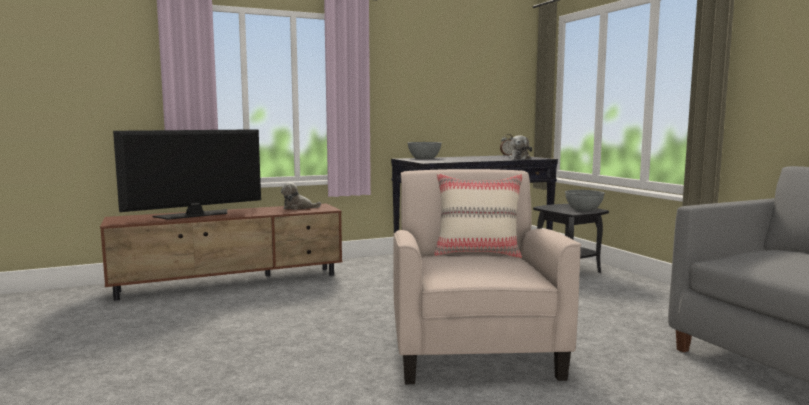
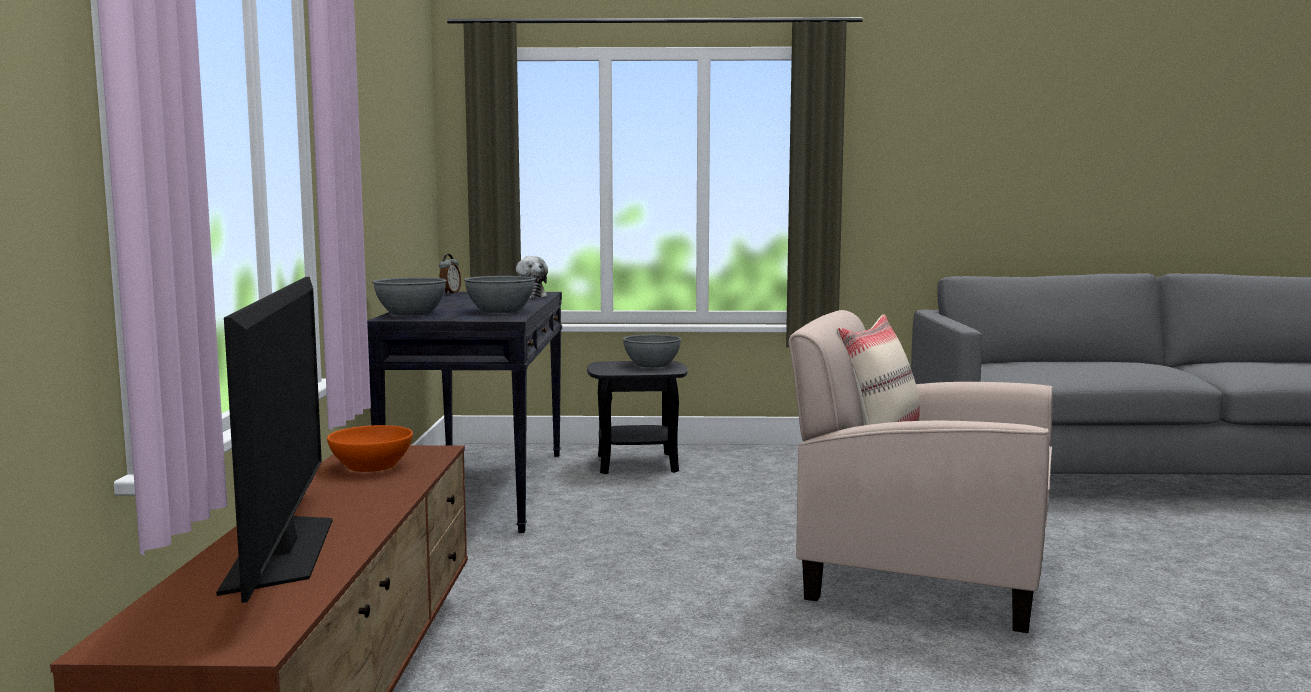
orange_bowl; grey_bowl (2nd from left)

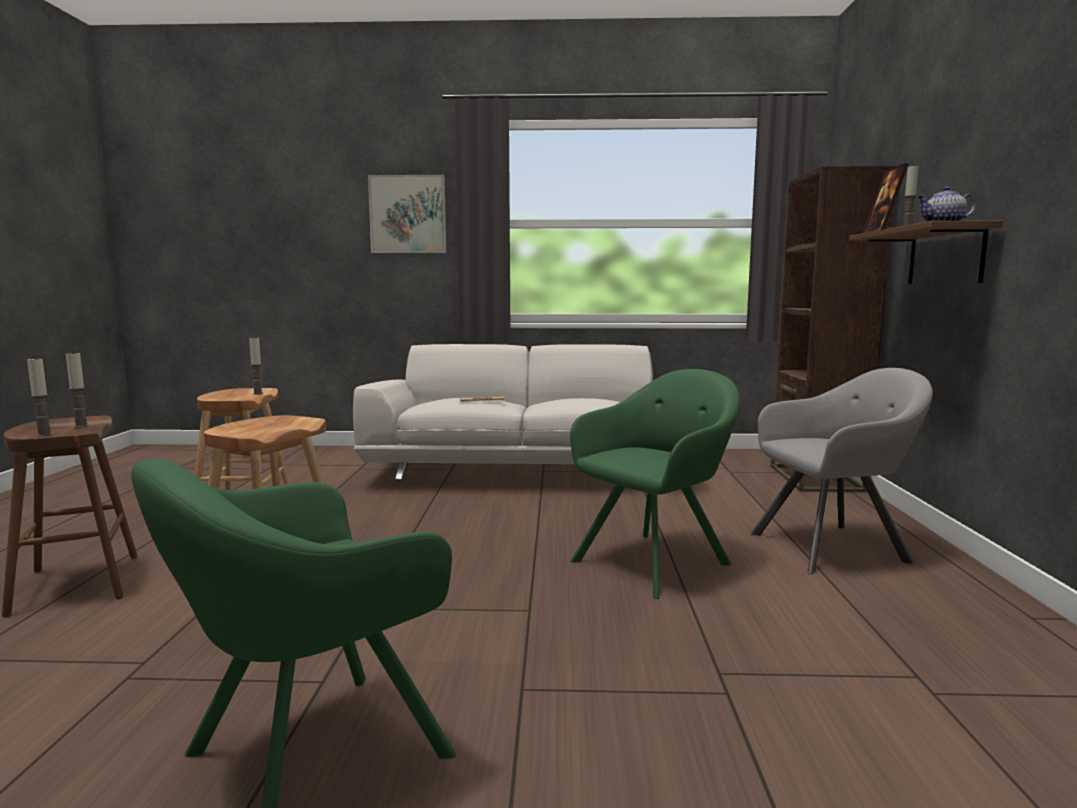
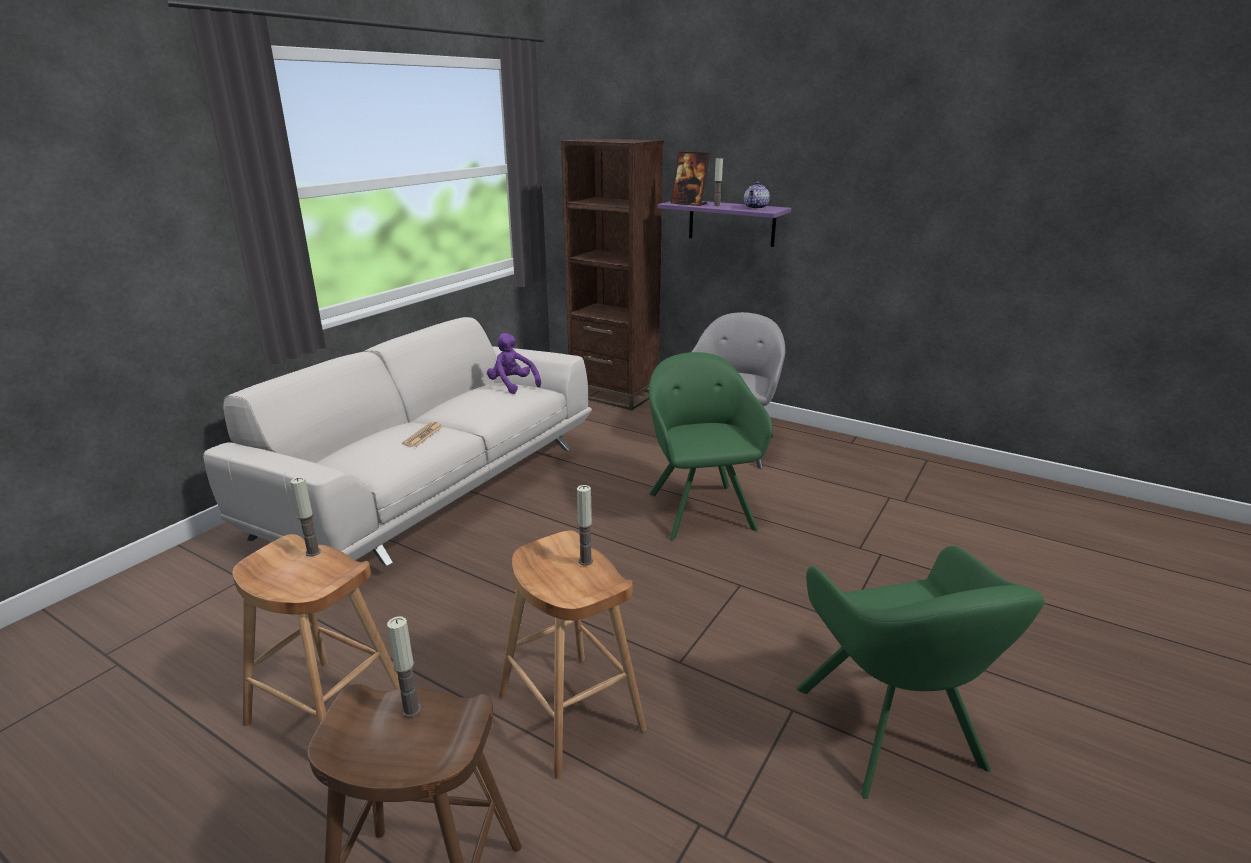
picture; purple_shelf; candle (3rd from left); purple_plush_toy

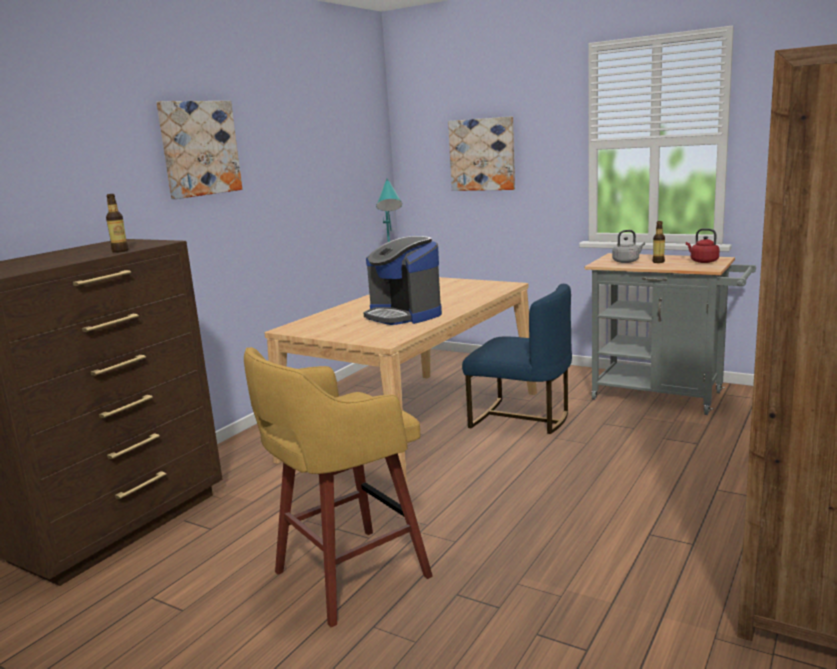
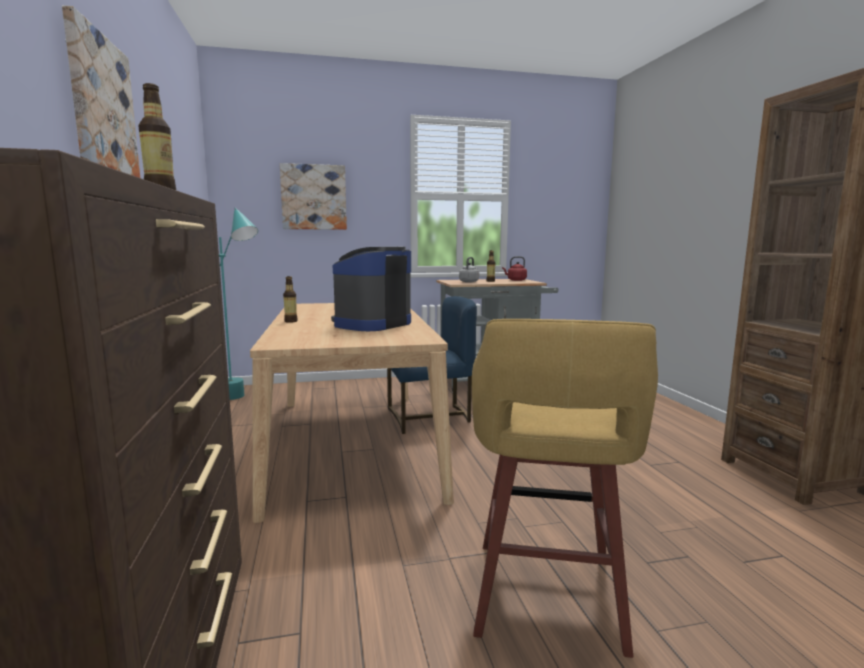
coffee_machine; bottle (2nd from left)

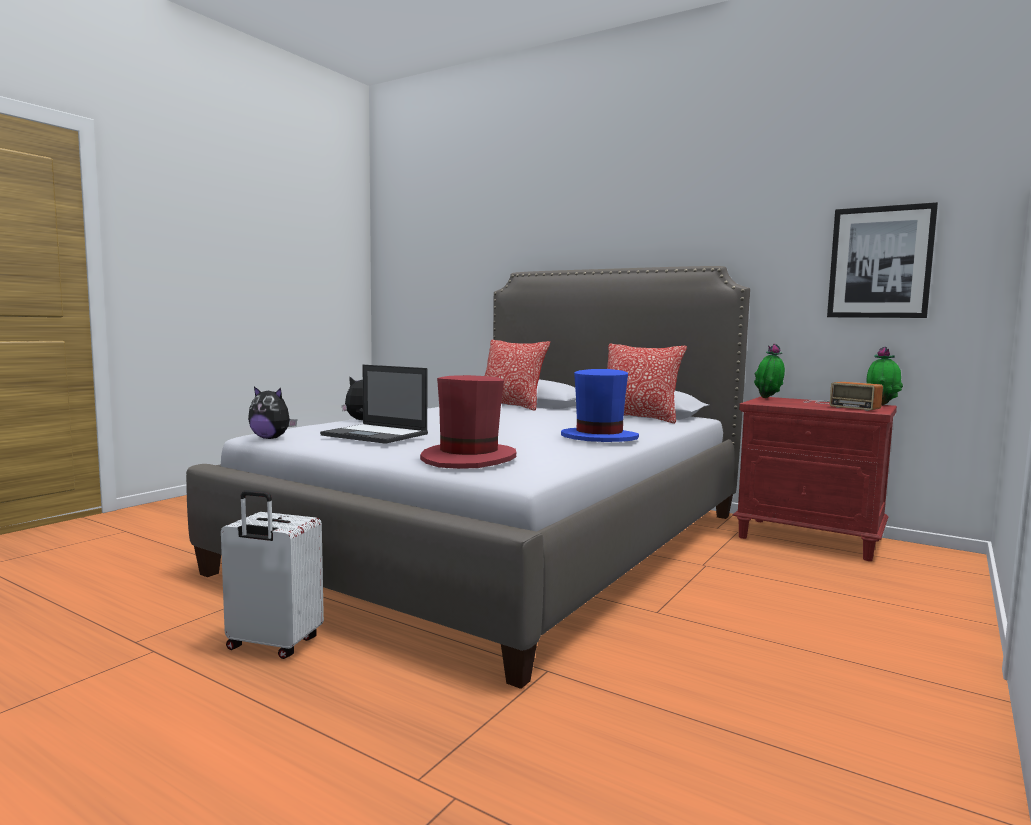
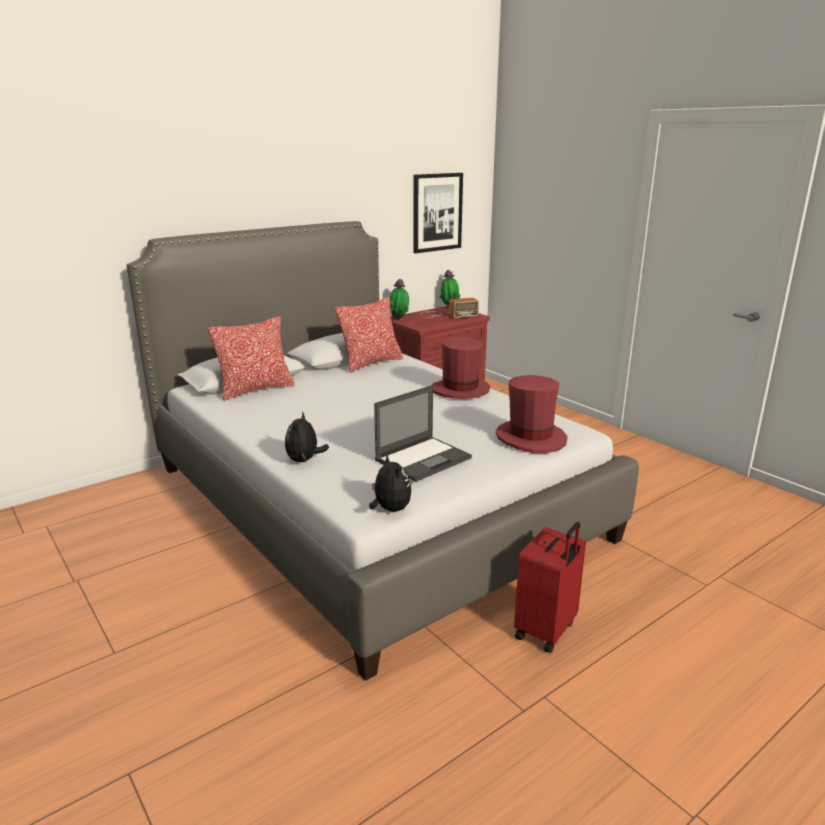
red_hat (1st from left); plush_toy (2nd from left); red_suitcase

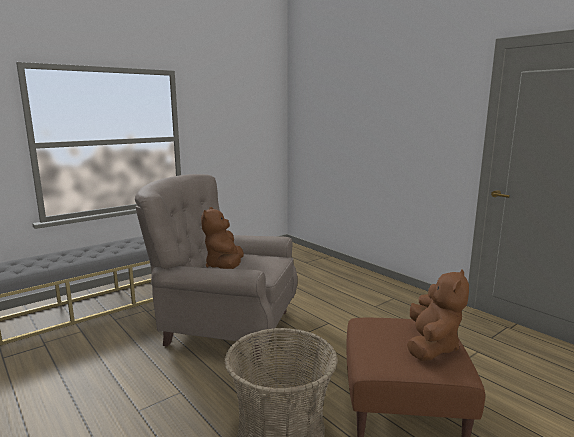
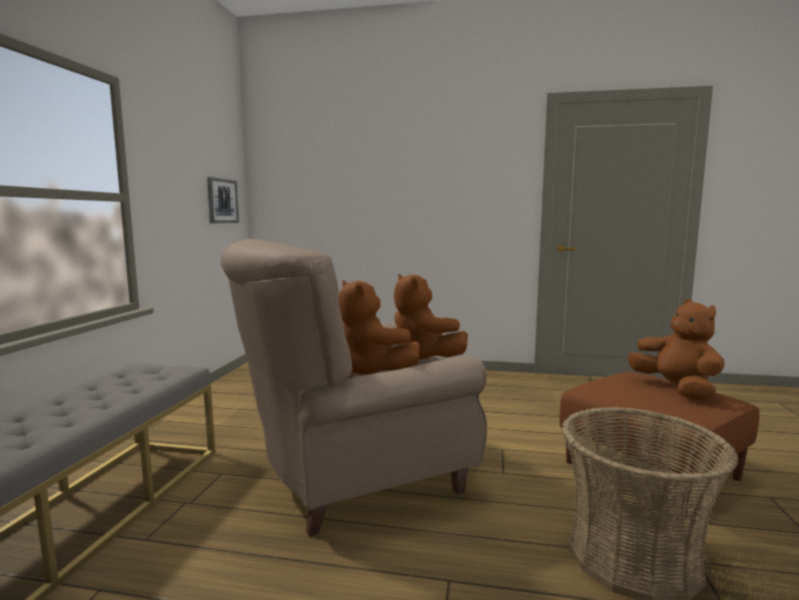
picture; brown_plush_toy (2nd from left)

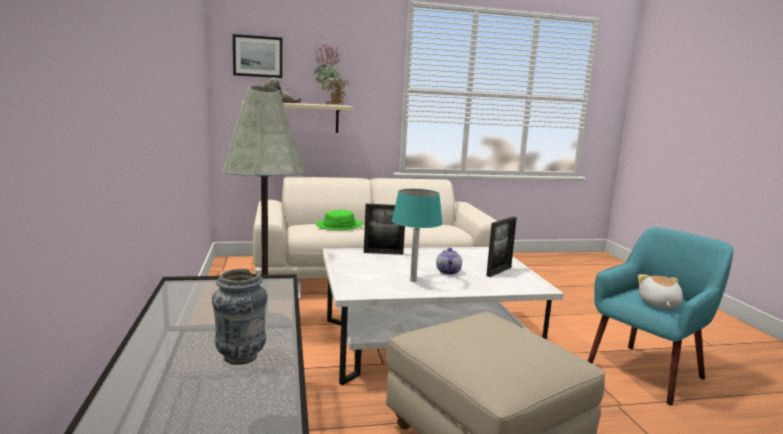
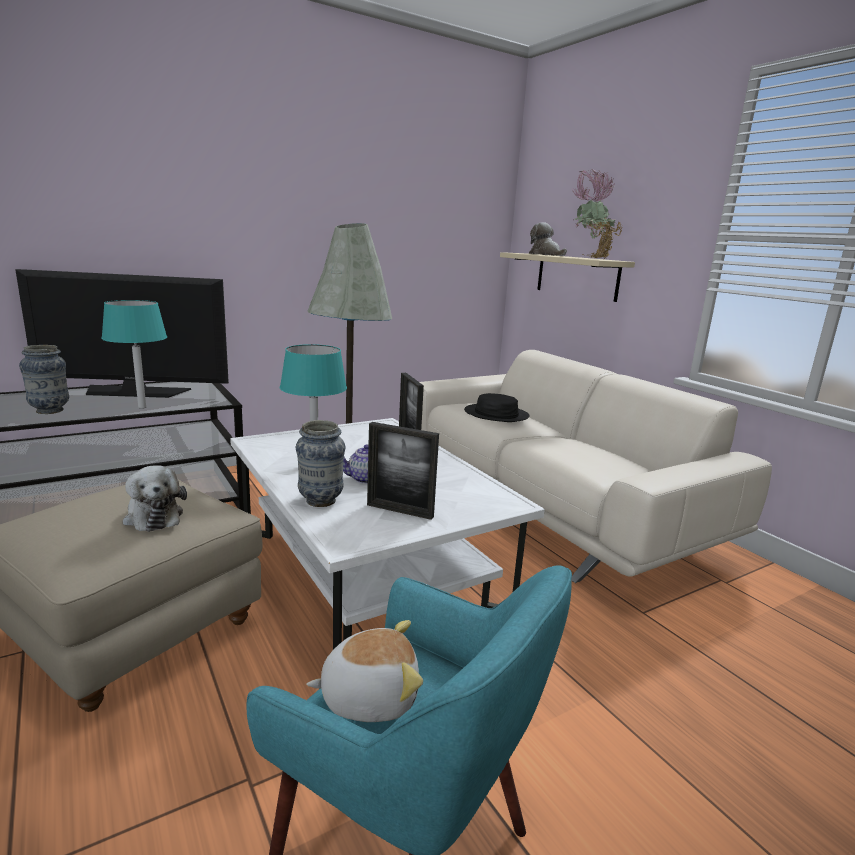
picture; black_hat; television; turquoise_table_lamp (1st from left); vase (2nd from left); plush_toy (1st from left)

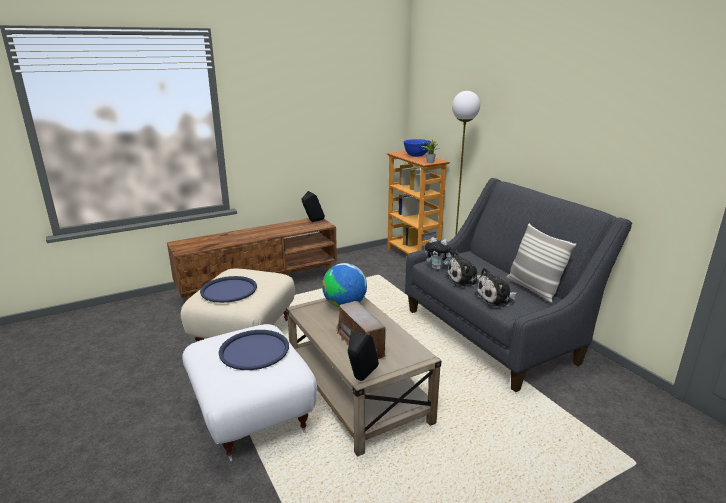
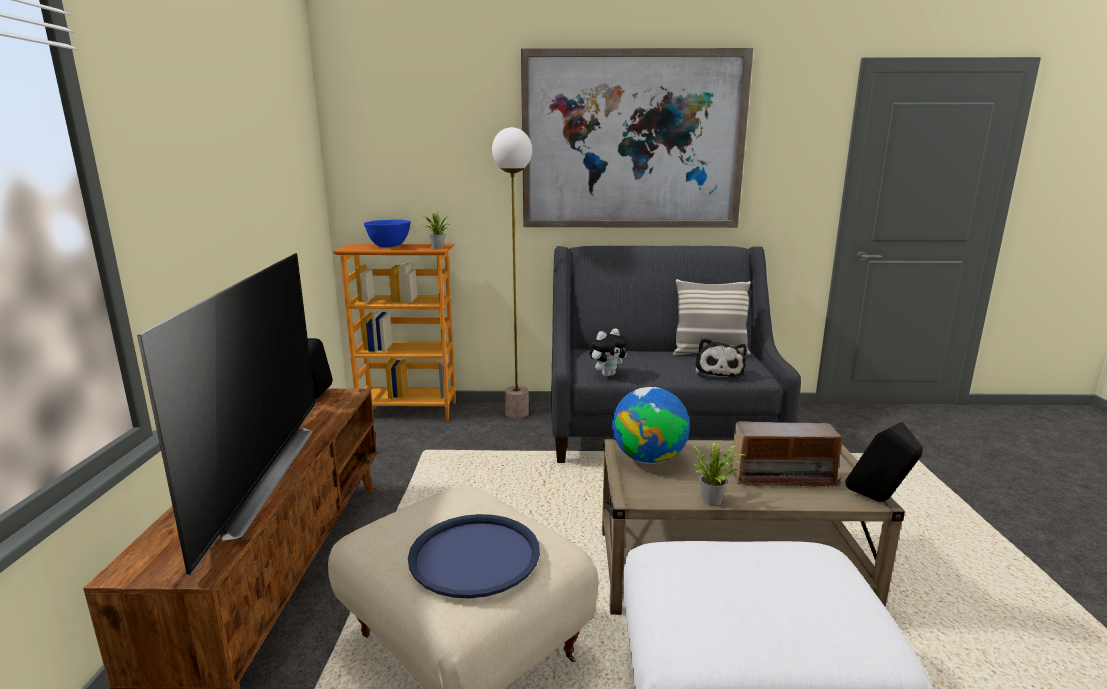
plush_toy (2nd from left in the first image); blue_tray (2nd from left in the first image); picture; television; potted_plant (2nd from left)

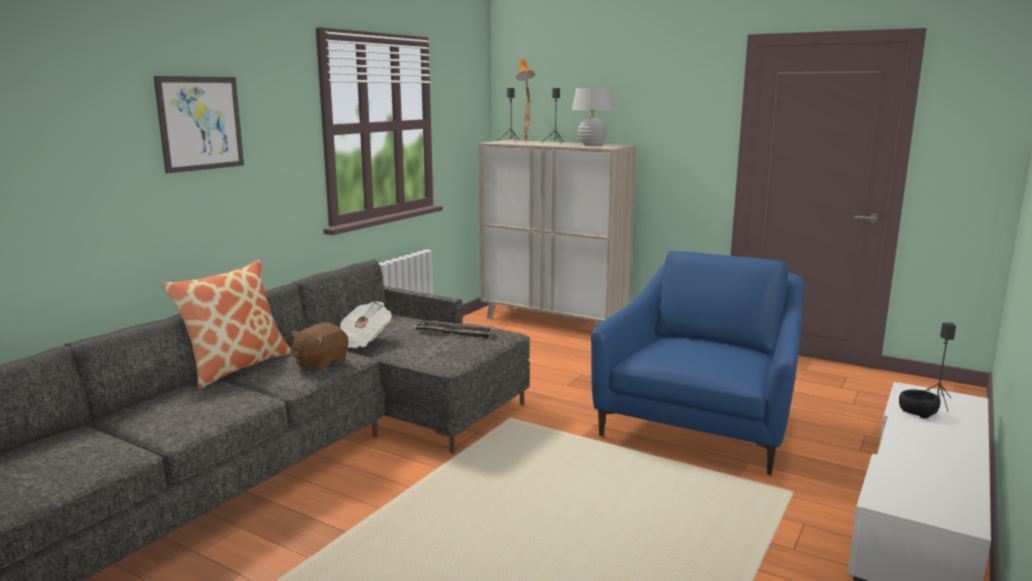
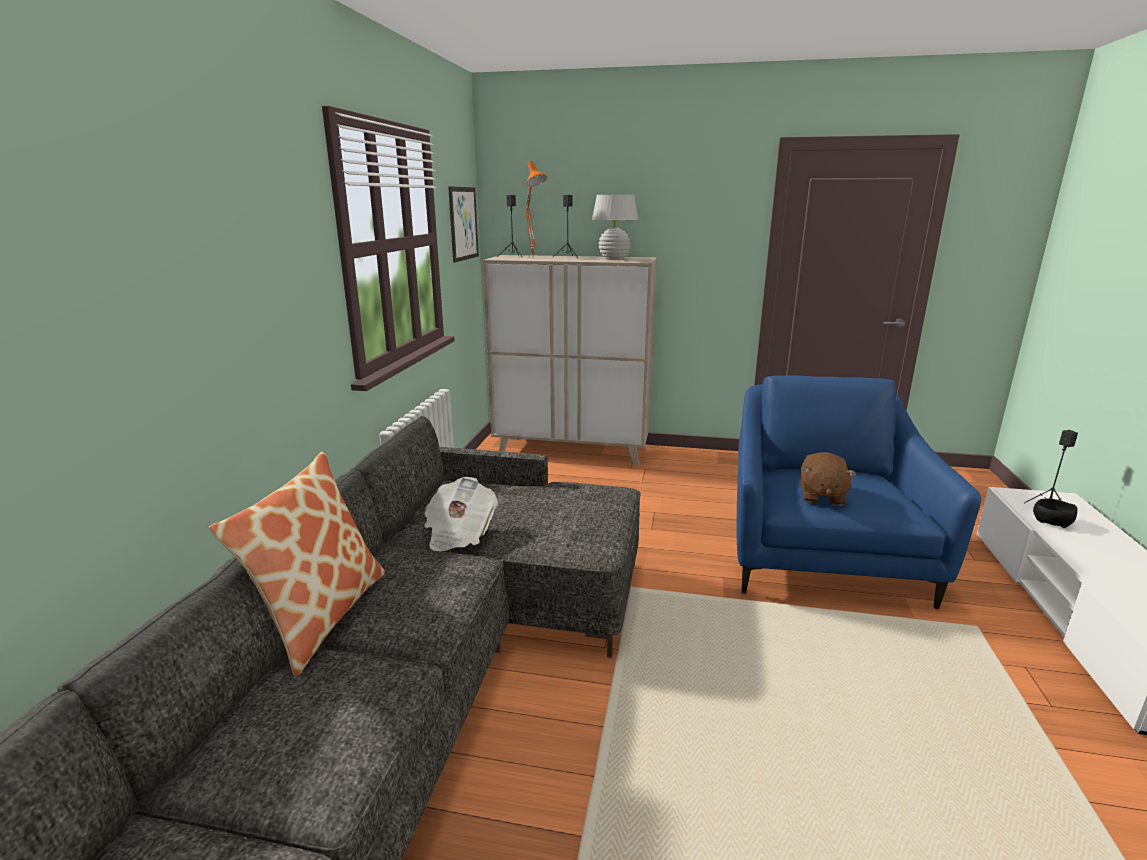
picture; tray; brown_plush_toy

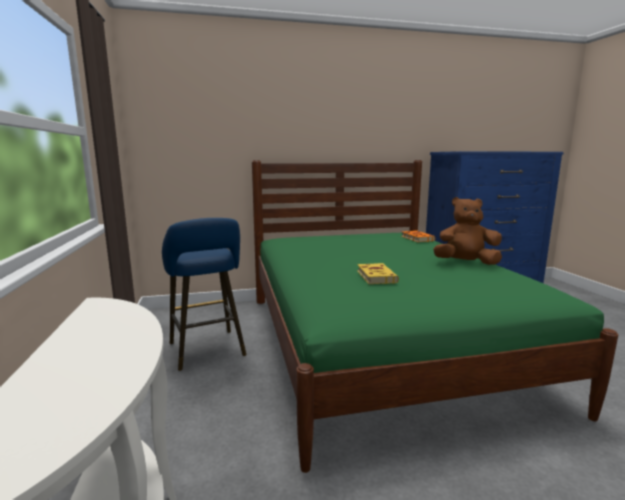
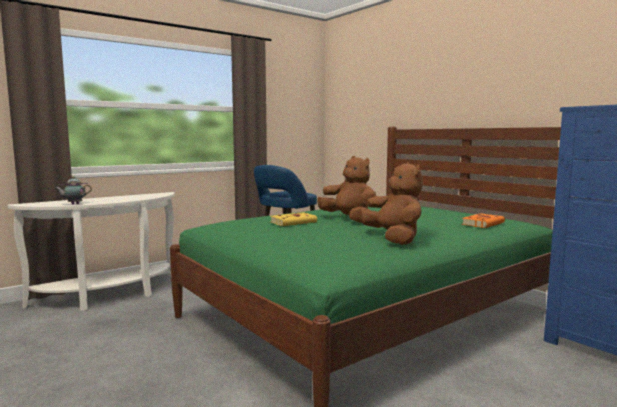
brown_plush_toy (1st from left); teapot

